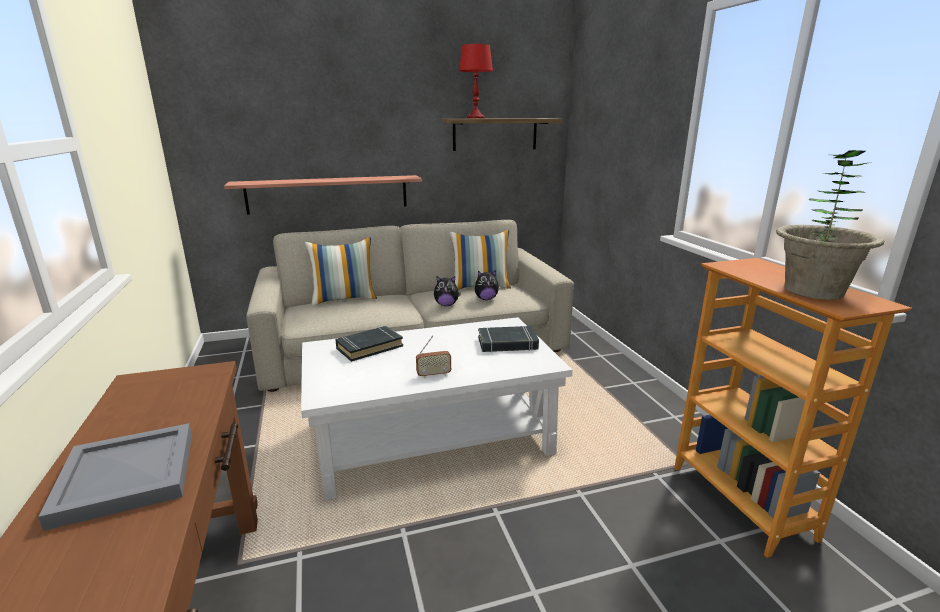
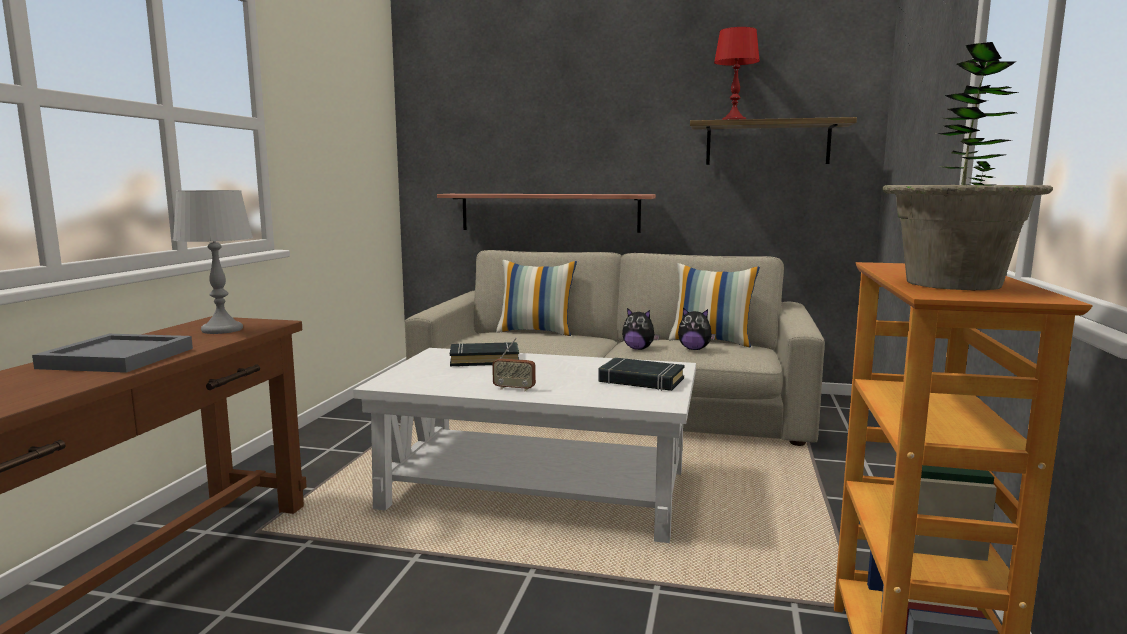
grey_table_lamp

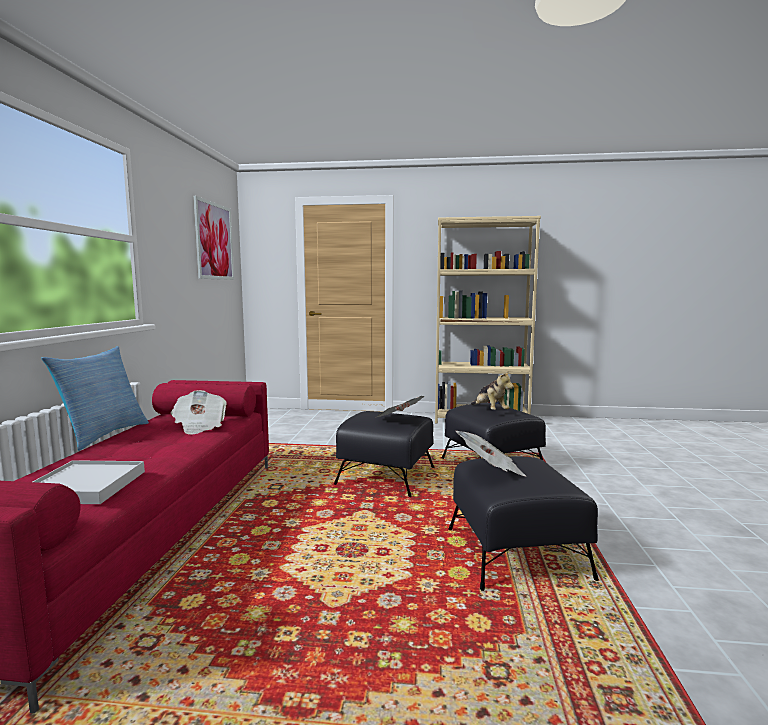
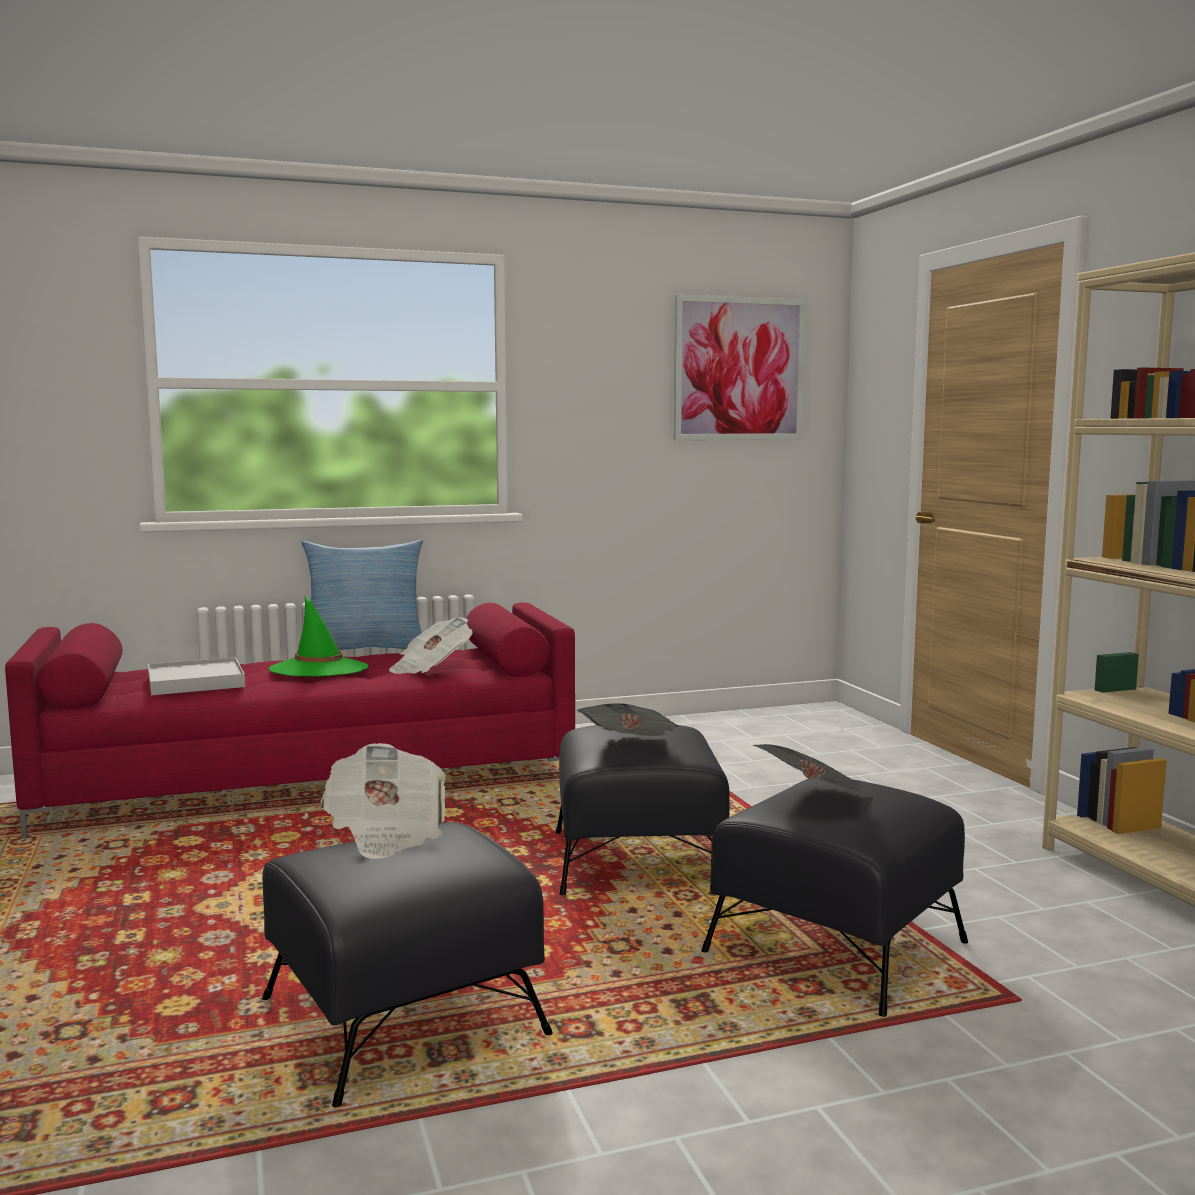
newspaper (4th from left); green_hat

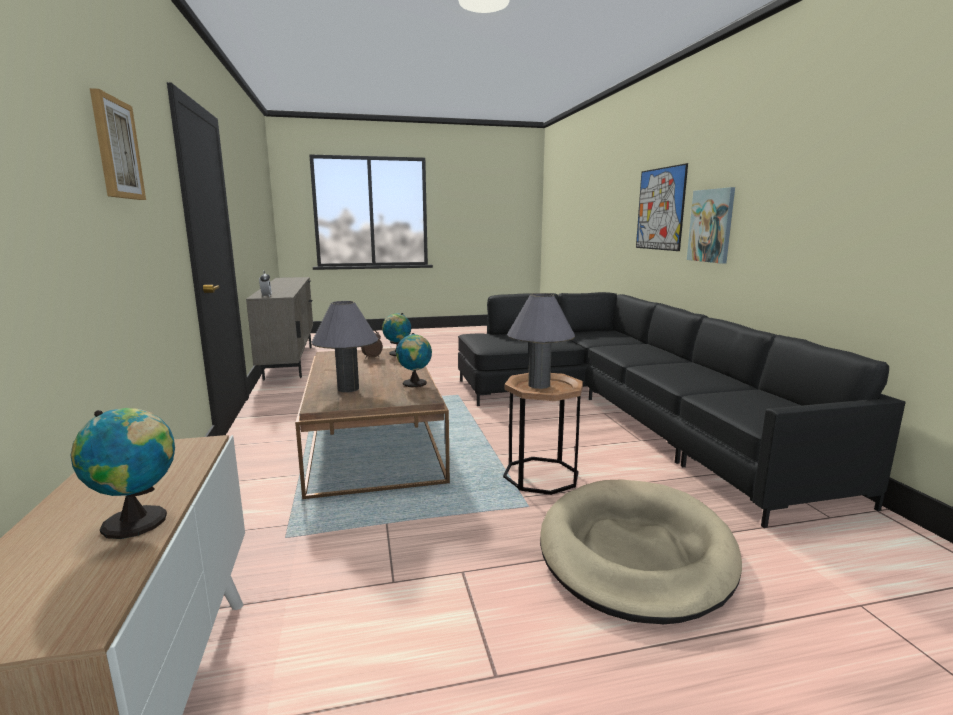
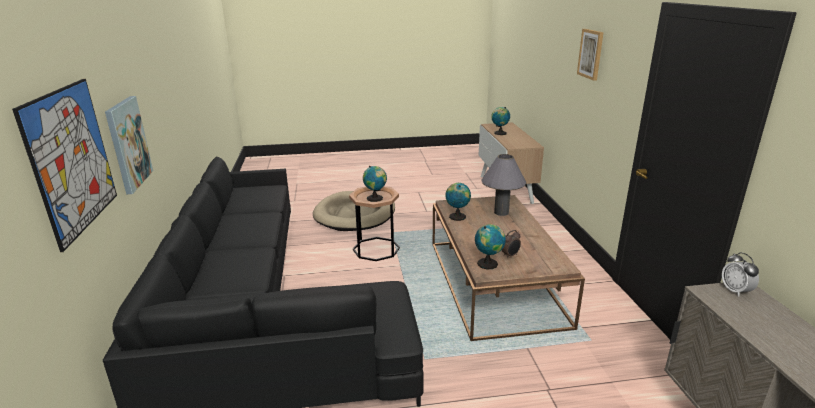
globe (1st from left)

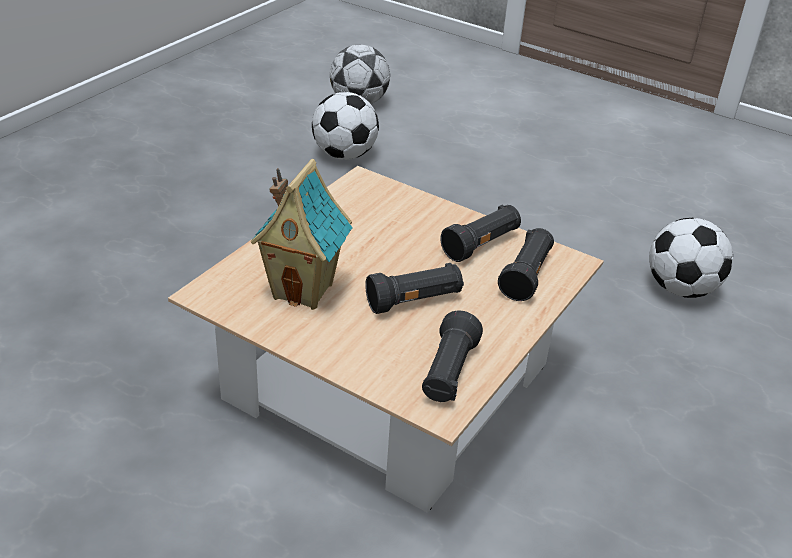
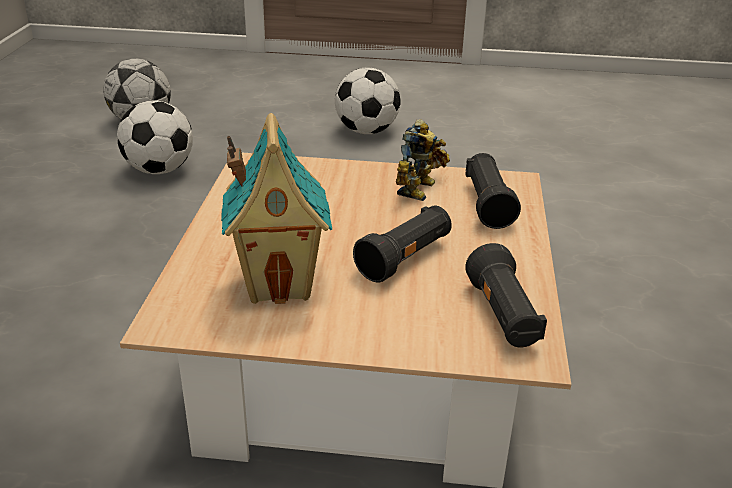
toy_robot; football (3rd from left)

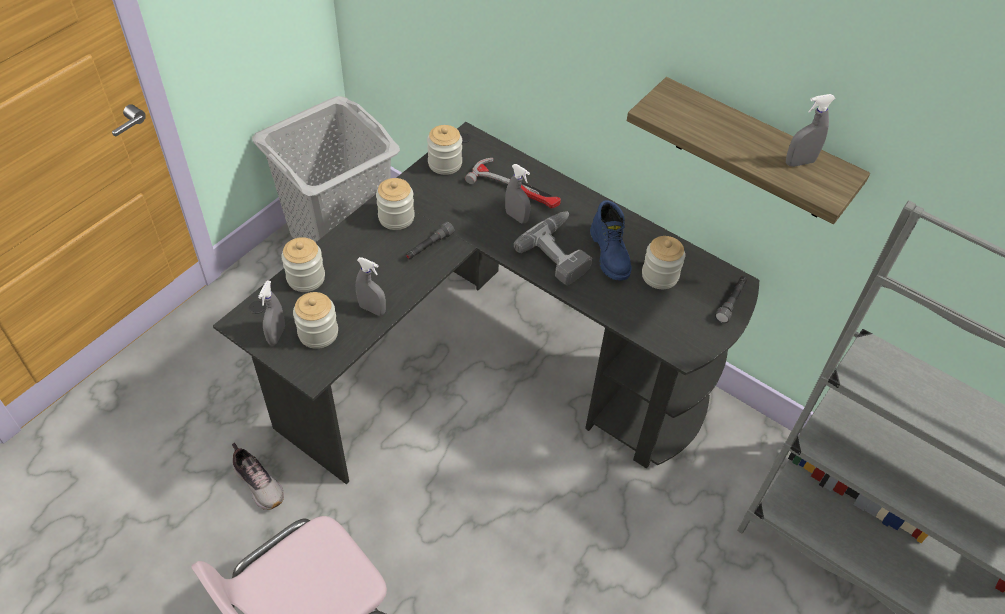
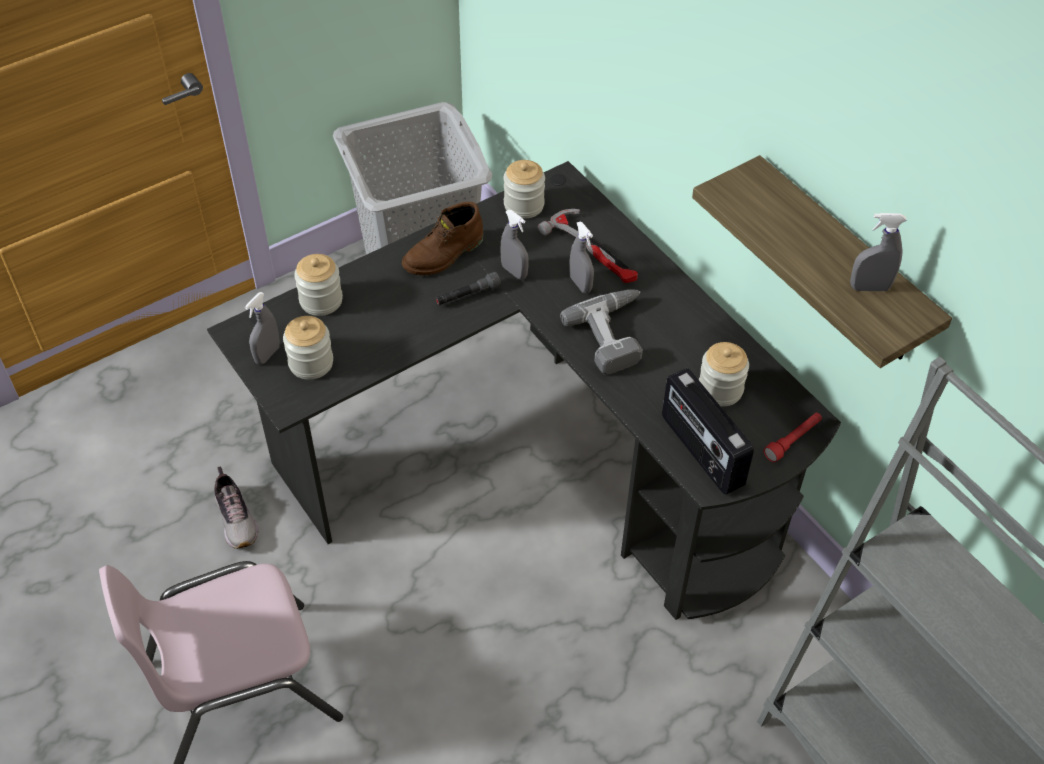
brown_boot; blue_boot; grey_spray_bottle (2nd from left); red_flashlight; radio

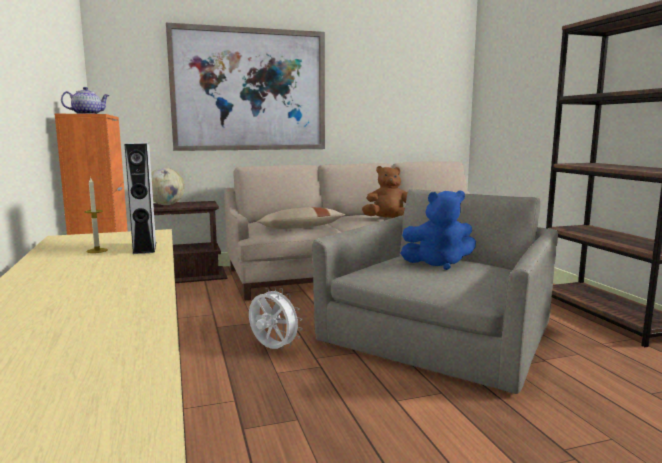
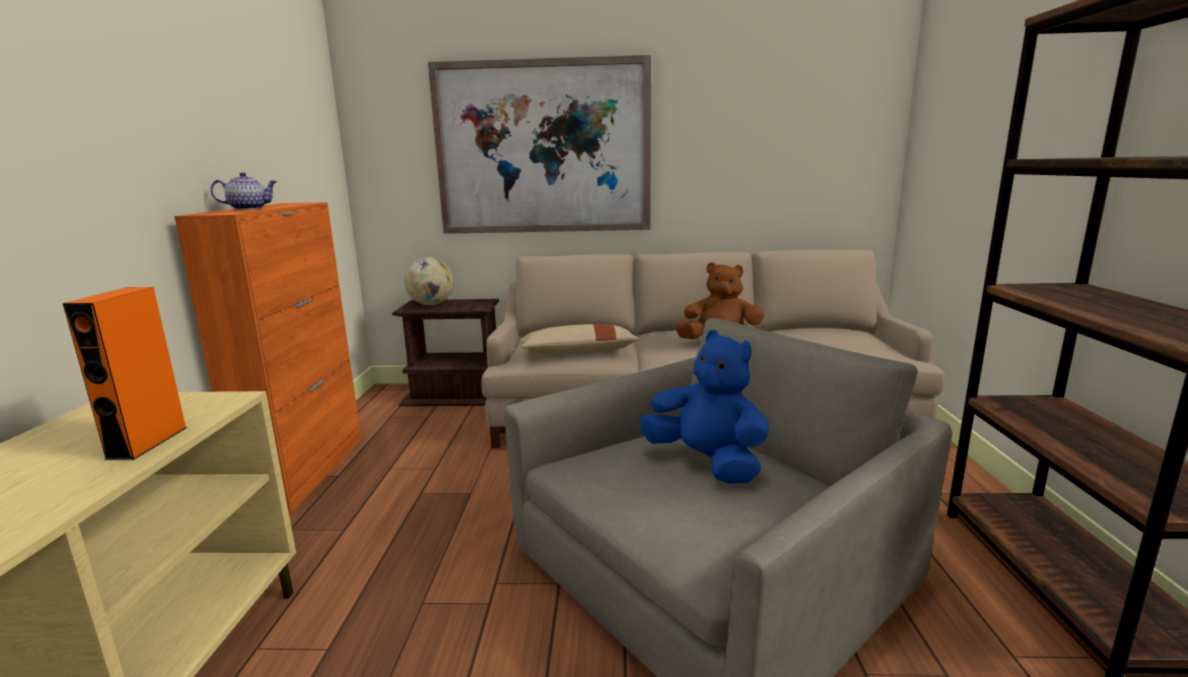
orange_speaker; candle; blue_plush_toy; white_fan

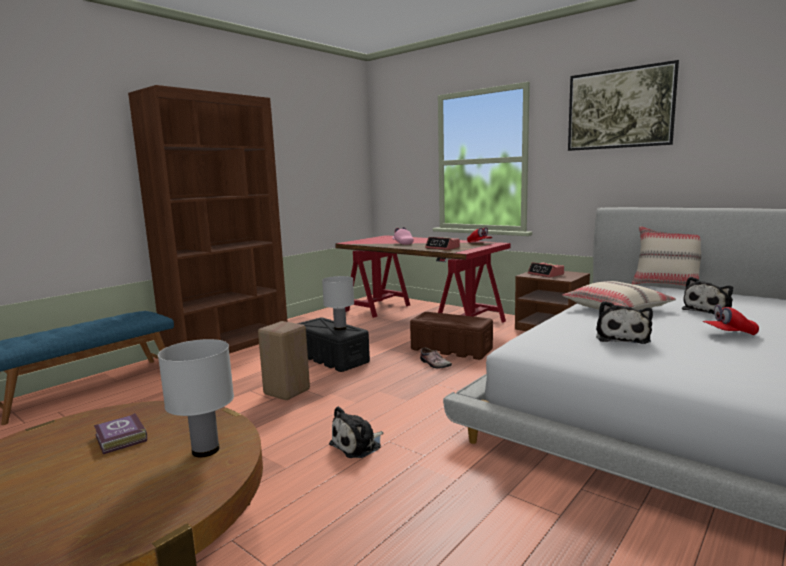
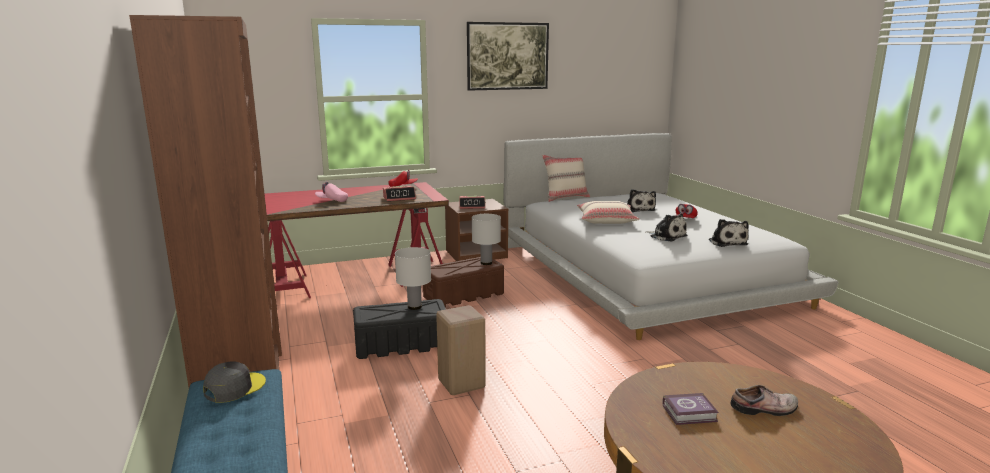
white_table_lamp (2nd from left); shoe; plush_toy (3rd from left); grey_cap

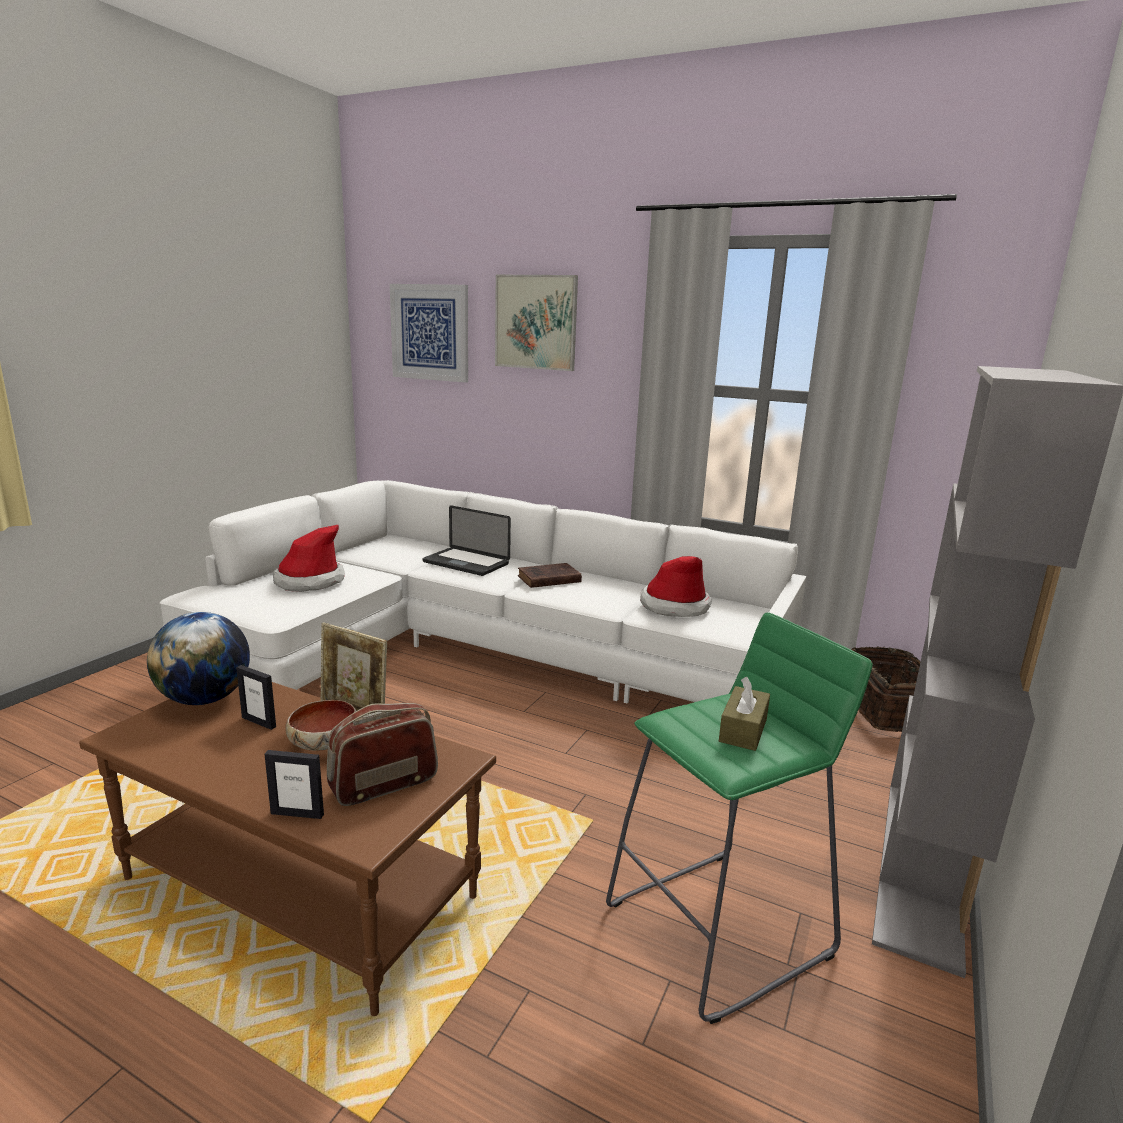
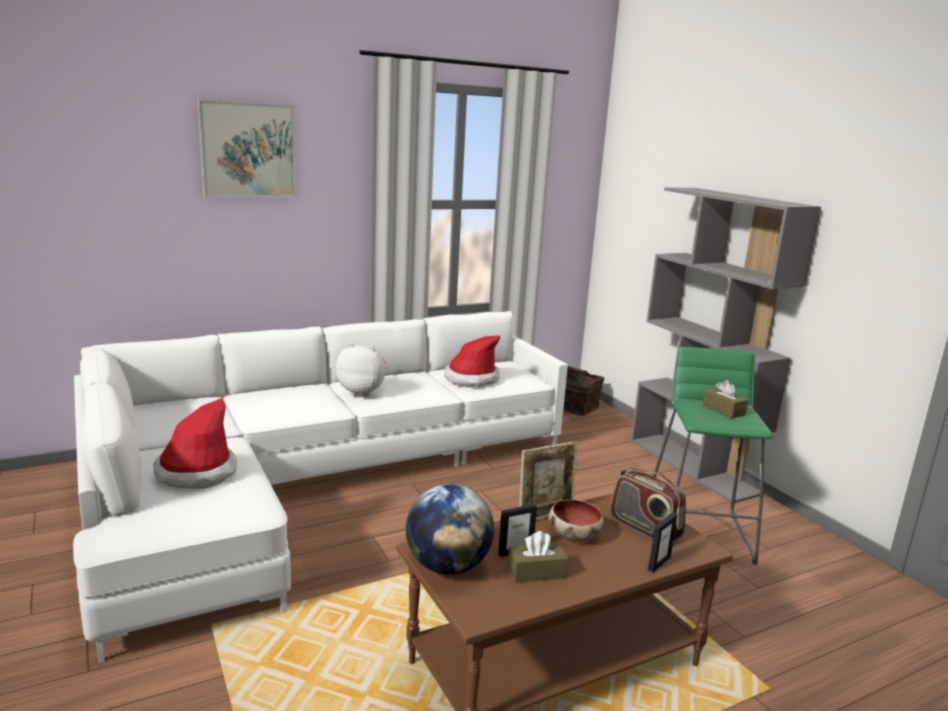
picture (1st from left in the first image); laptop; plush_toy; radio; brown_tissue_box (1st from left)

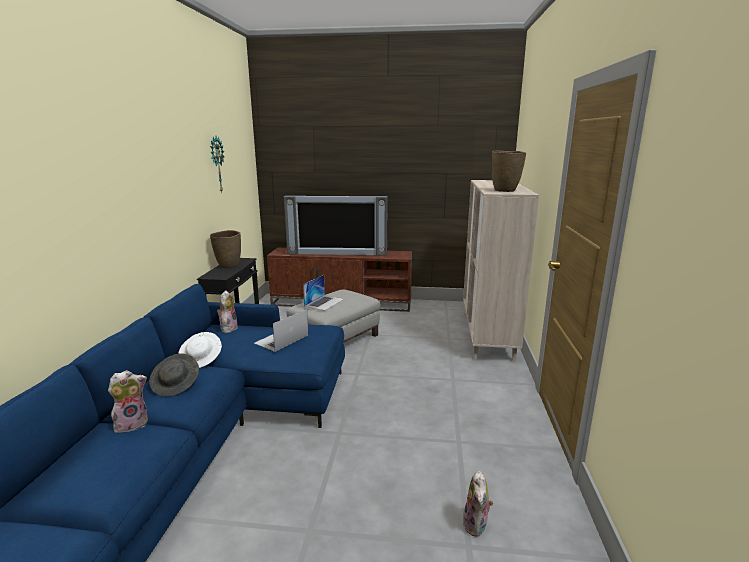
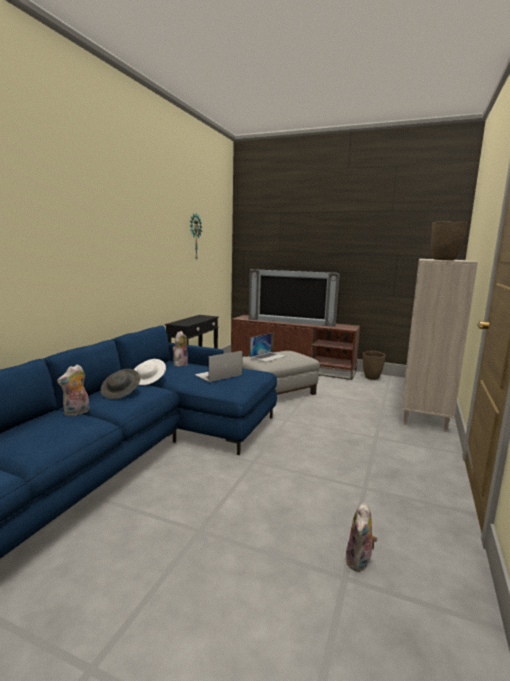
brown_vase (1st from left); plush_toy (1st from left)

